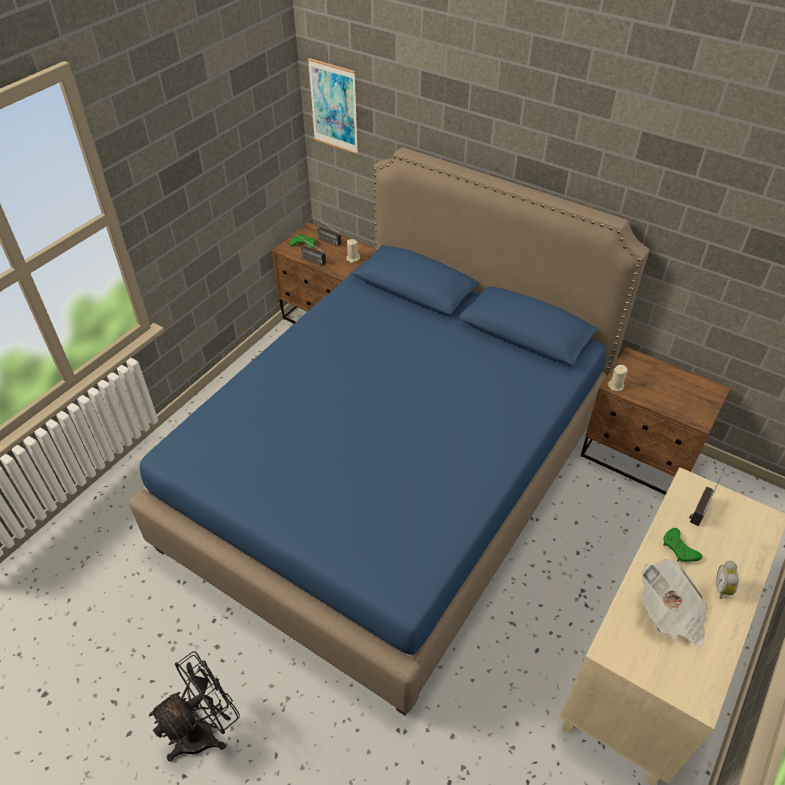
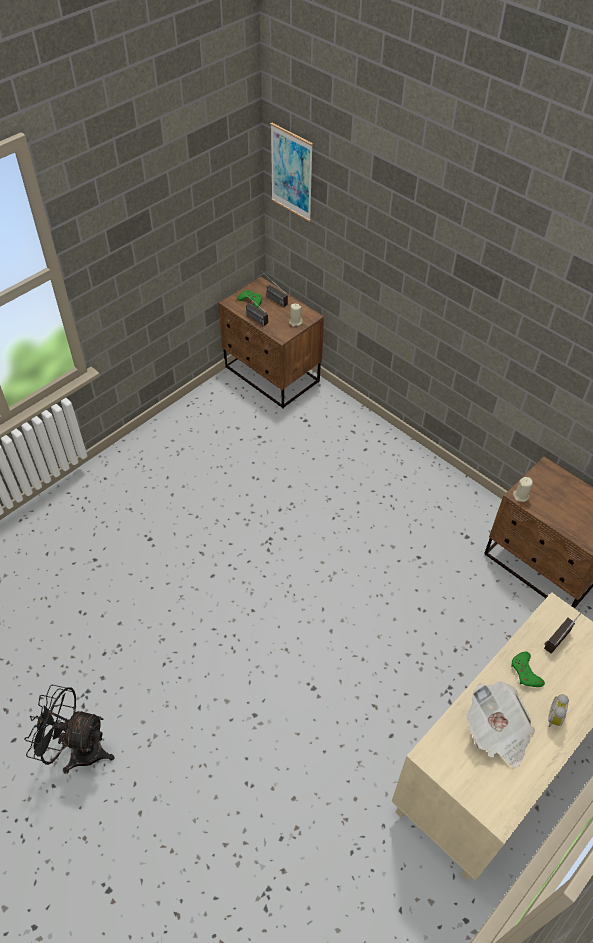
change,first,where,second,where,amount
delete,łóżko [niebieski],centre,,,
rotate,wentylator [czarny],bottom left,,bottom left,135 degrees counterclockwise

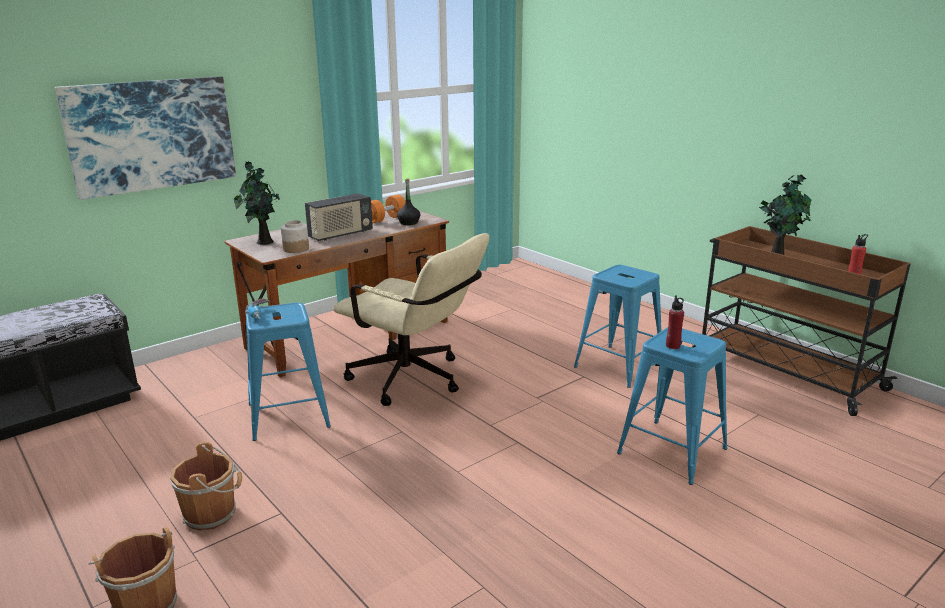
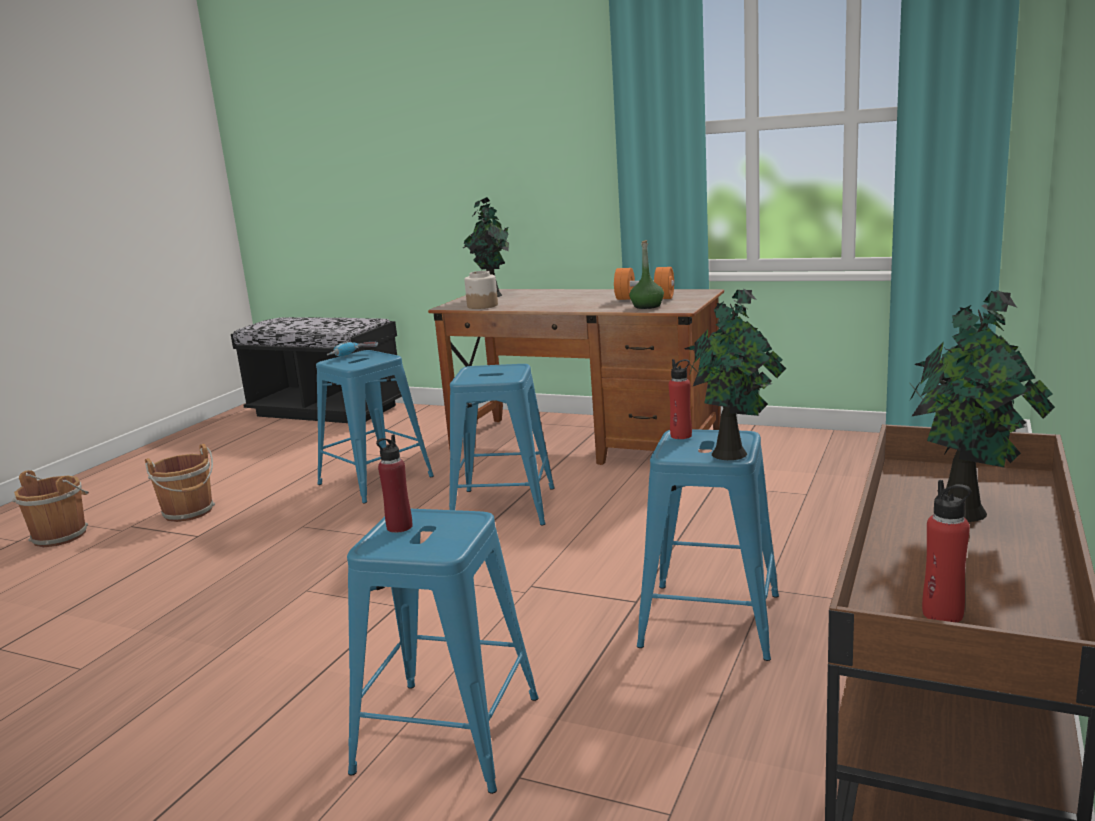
change,first,where,second,where,amount
delete,obraz,top left,,,
recolor,butelka [czarny],top centre,butelka [zielony],centre,
delete,radio,centre,,,
replace,krzesło biurowe [beżowy],centre,stołek [niebieski] (3rd from left),centre,
insert,,,roślina doniczkowa (2nd from left),middle right,
insert,,,butelka [czerwony] (2nd from left),centre,

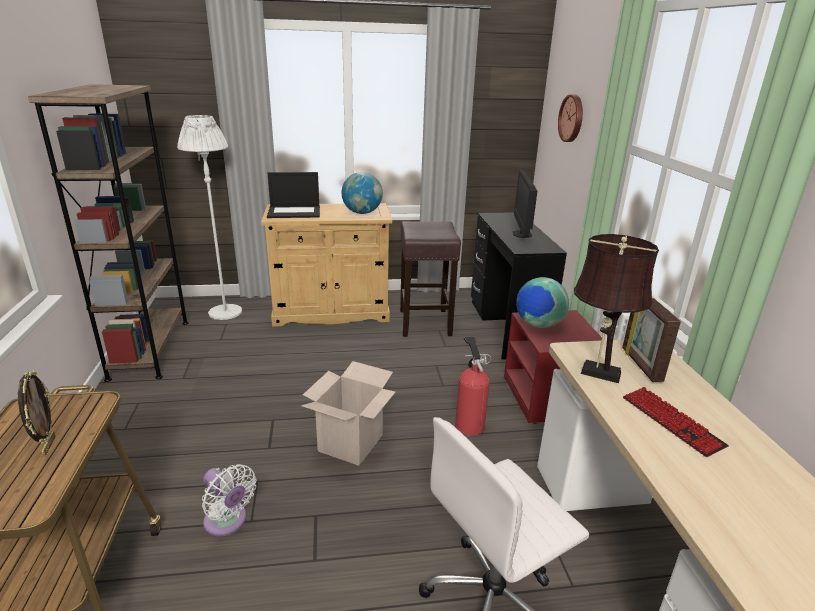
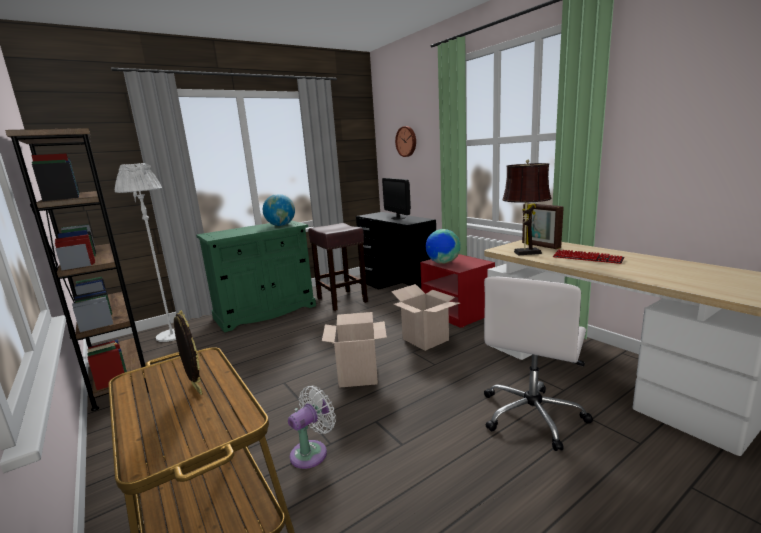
change,first,where,second,where,amount
delete,laptop,top centre,,,
recolor,szafka [beżowy],centre,szafka [zielony],centre,
replace,gaśnica,centre,karton (2nd from left),centre,
rotate,wentylator [biały],bottom left,,bottom centre,60 degrees counterclockwise

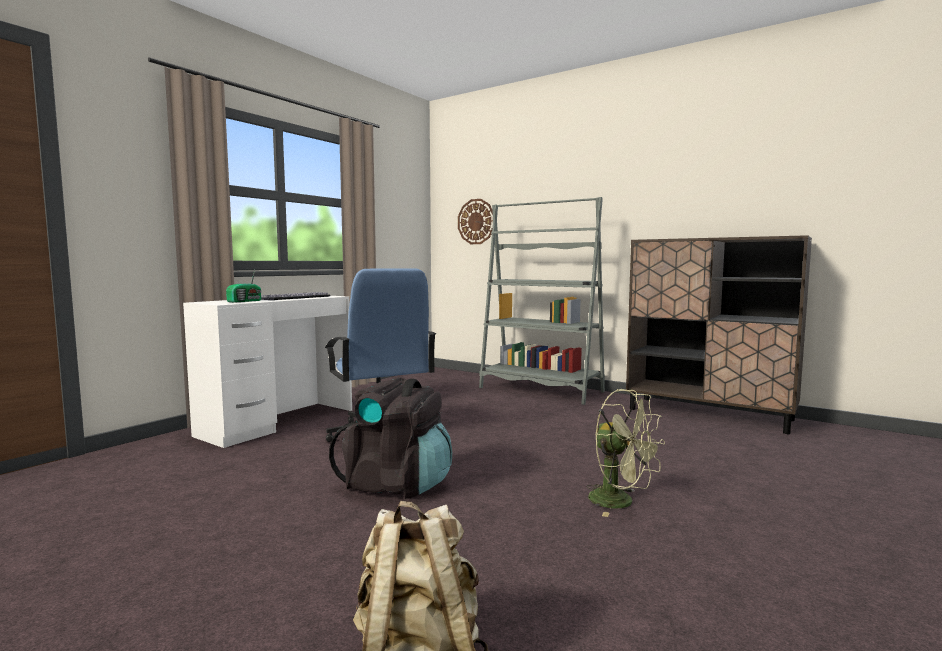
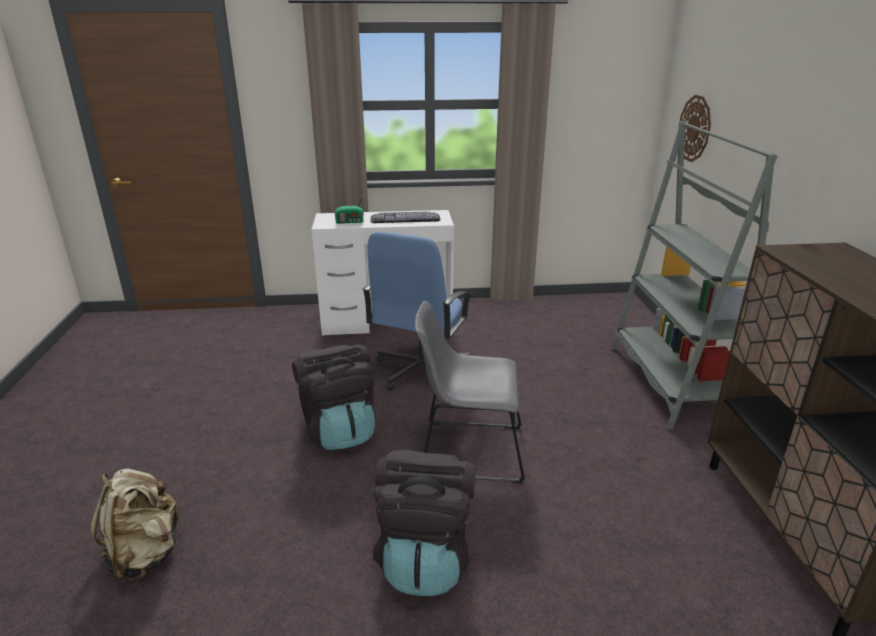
change,first,where,second,where,amount
replace,wentylator [zielony],bottom centre,plecak [czarny] (2nd from left),bottom centre,
insert,,,krzesło [szary],centre,

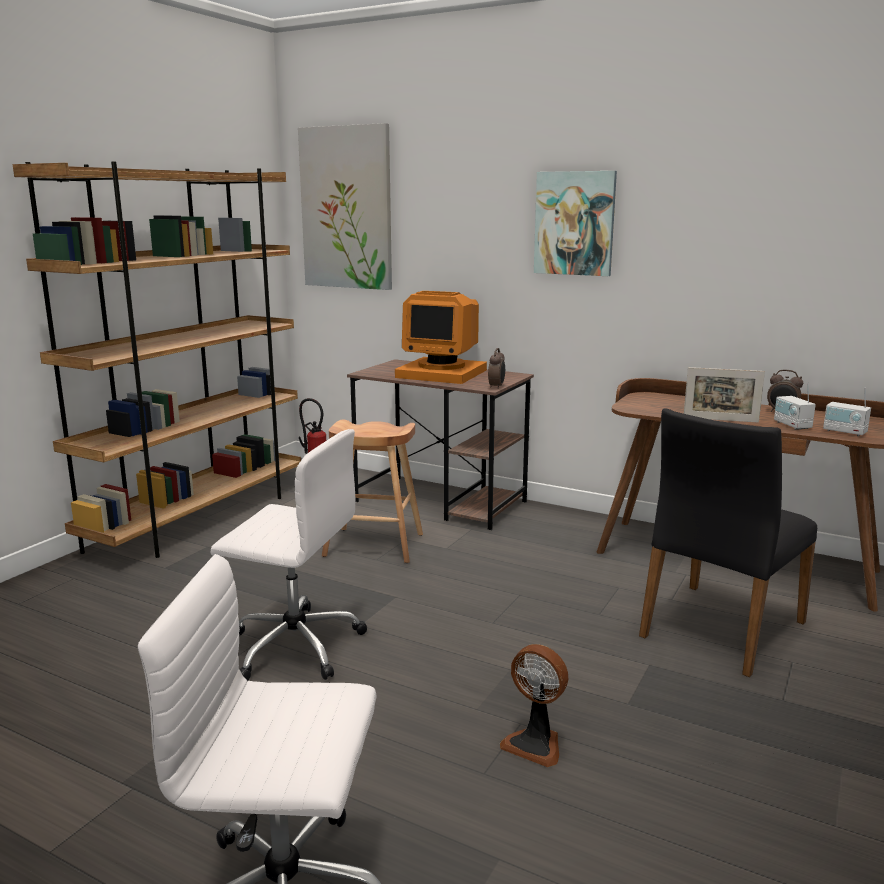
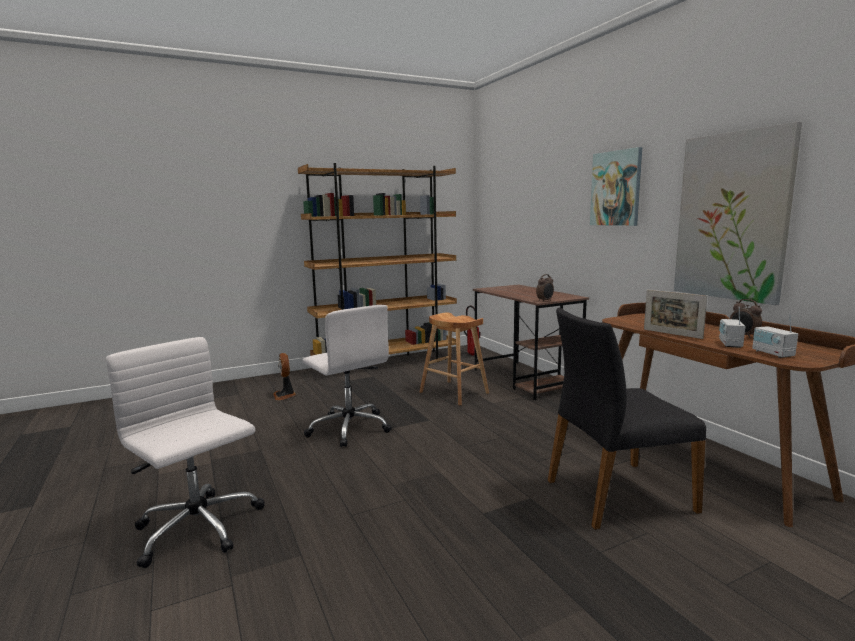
change,first,where,second,where,amount
move,obraz (1st from left in the first image),top centre,obraz (2nd from left),top right,
delete,monitor,centre,,,
move,wentylator,bottom centre,,middle left,

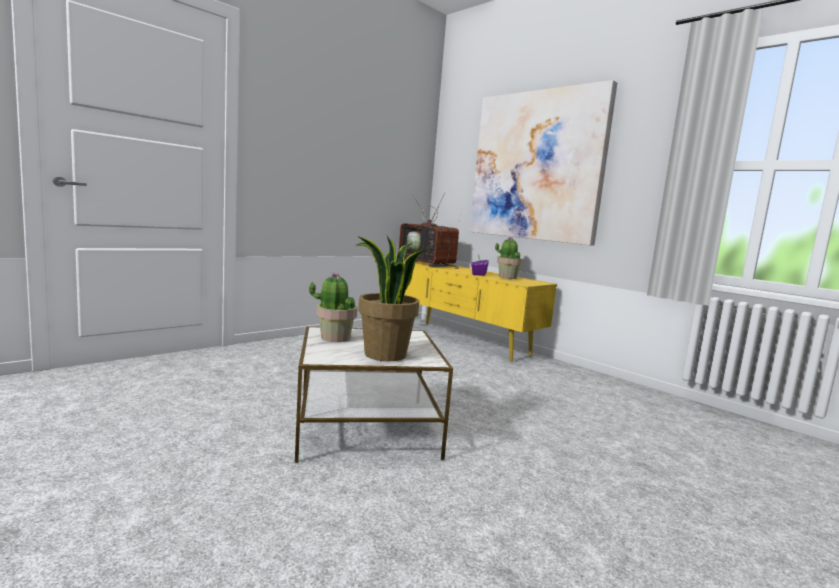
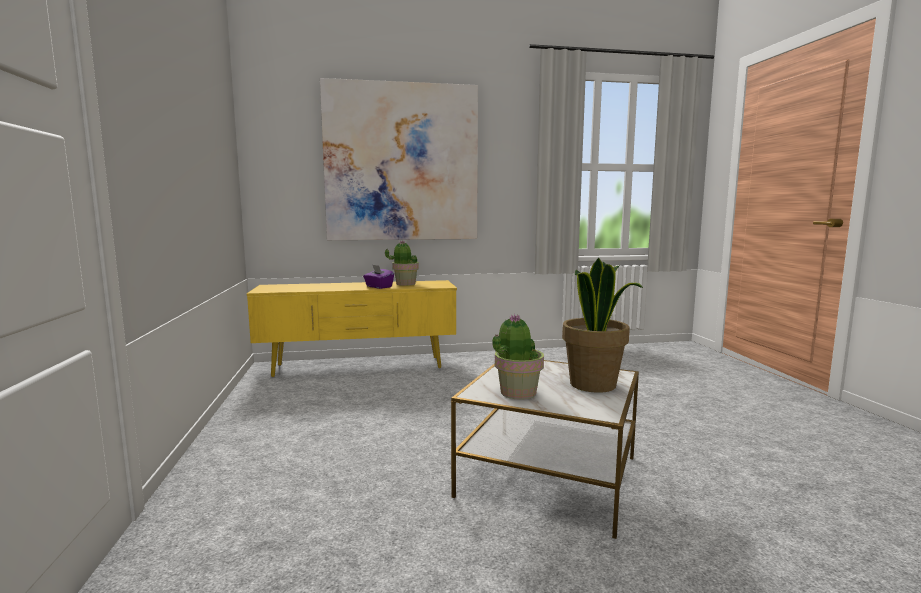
change,first,where,second,where,amount
delete,telewizor,centre,,,

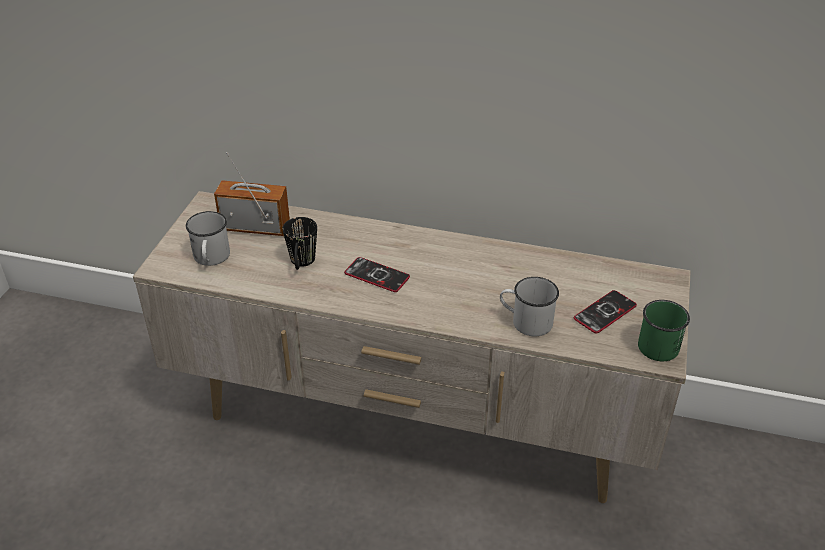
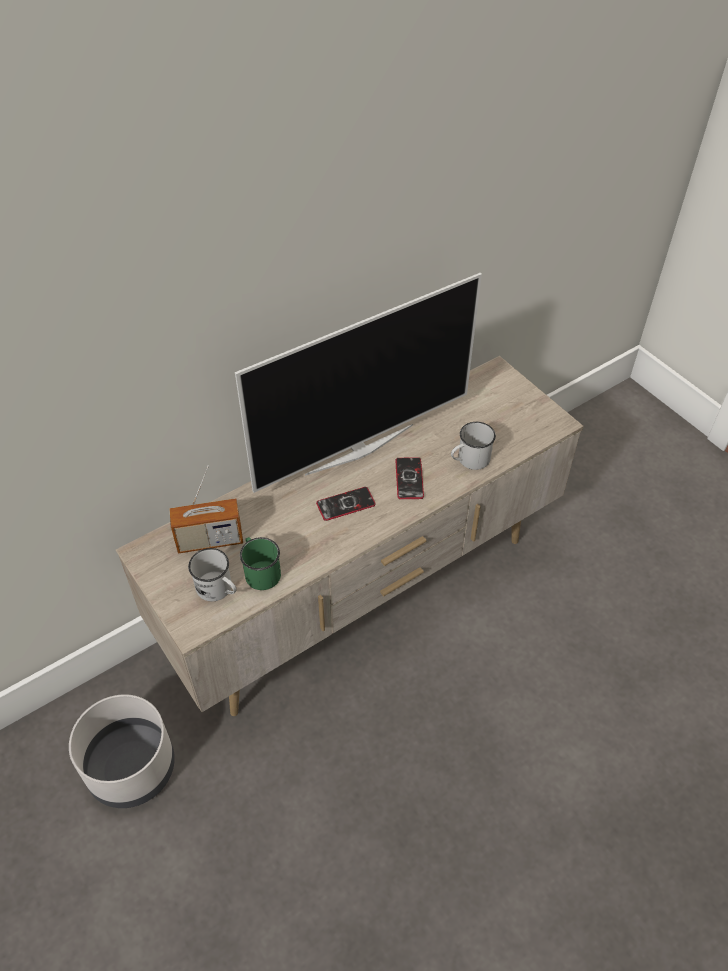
change,first,where,second,where,amount
rotate,radio,middle left,,middle left,150 degrees counterclockwise
delete,kubek [czarny],centre,,,
move,telefon (2nd from left),middle right,,centre,
move,kubek [zielony],middle right,,centre,
insert,,,telewizor,centre,
insert,,,donica [szary],bottom left,

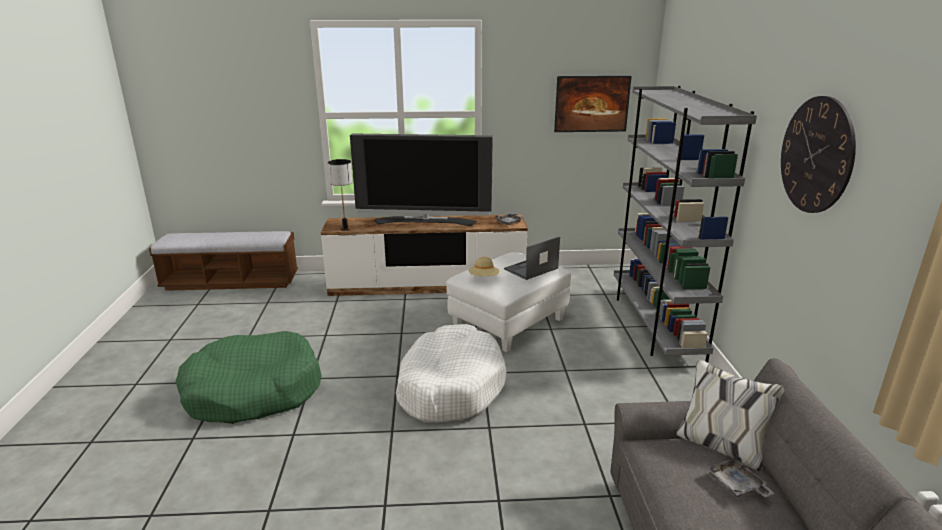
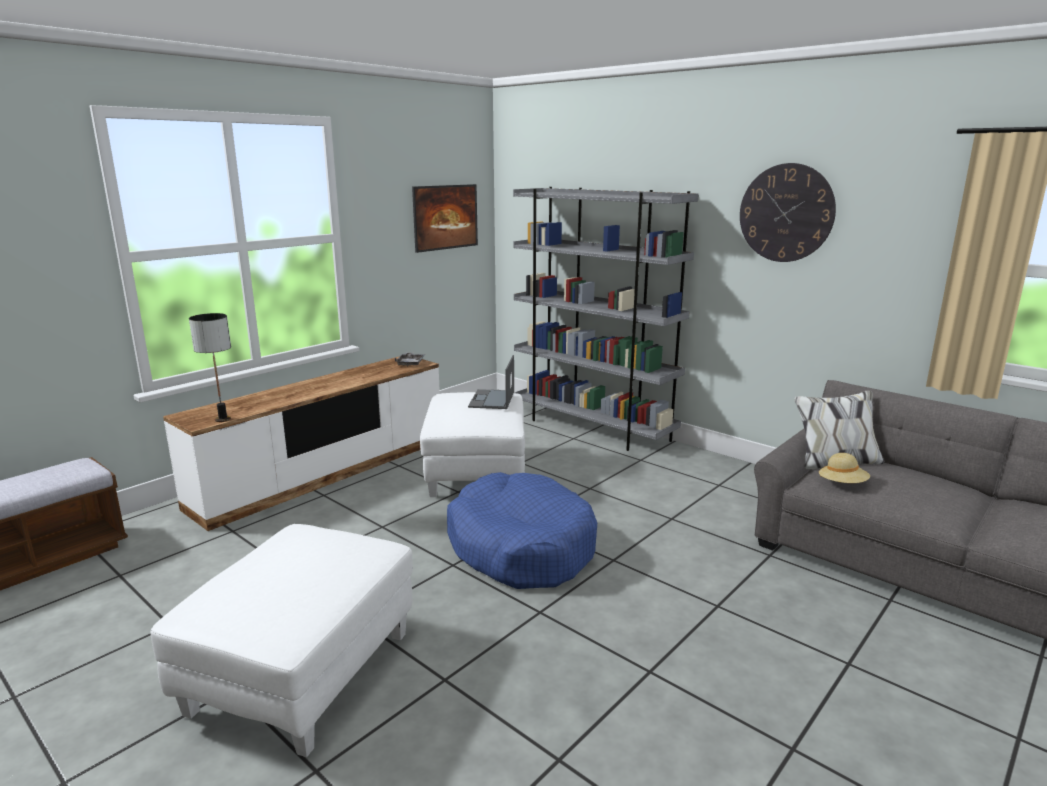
change,first,where,second,where,amount
delete,telewizor,centre,,,
move,kapelusz [beżowy],centre,,middle right,
recolor,legowisko [biały],bottom centre,legowisko [niebieski],bottom centre,
replace,legowisko [zielony],bottom left,pufa [biały] (1st from left),bottom left,
delete,taca [szary] (2nd from left),bottom right,,,

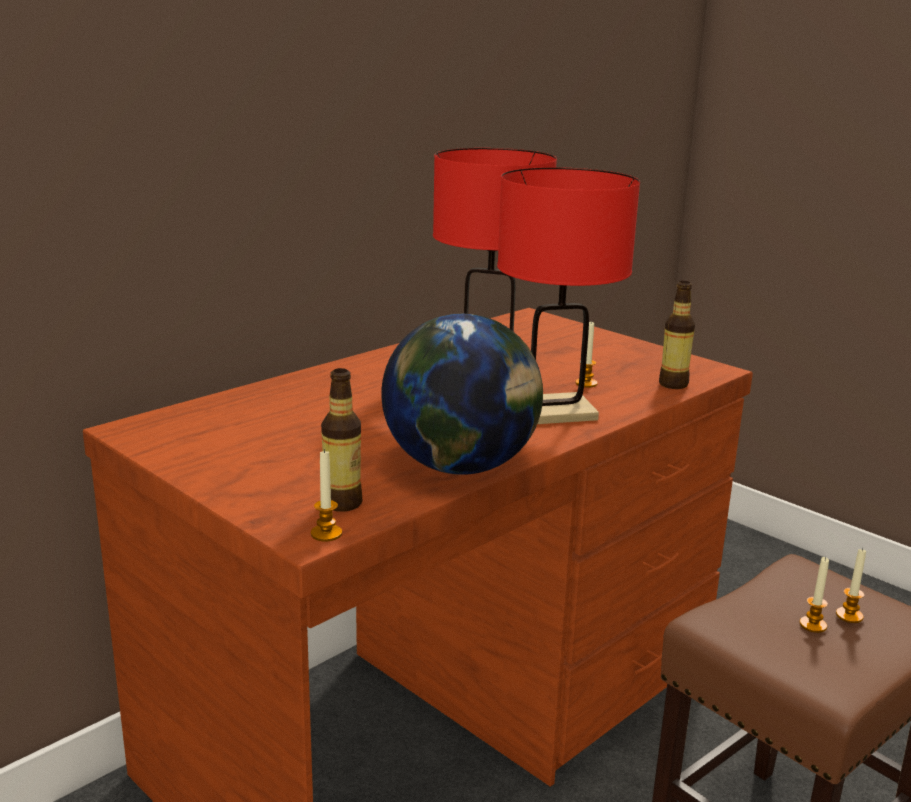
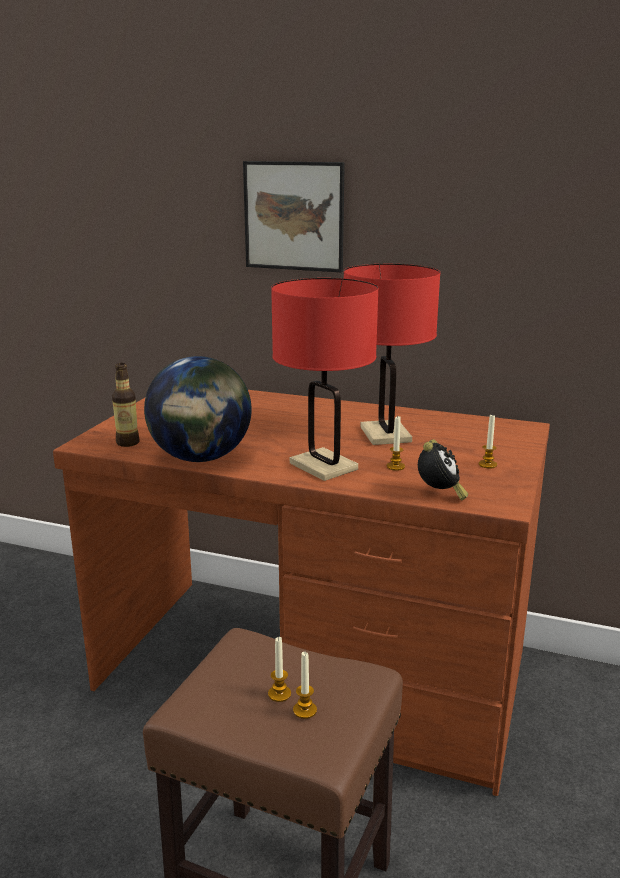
change,first,where,second,where,amount
replace,butelka (2nd from left),middle right,budzik,middle right,
move,świeca (1st from left in the first image),centre,świeca (4th from left),middle right,
insert,,,obraz,top centre,

